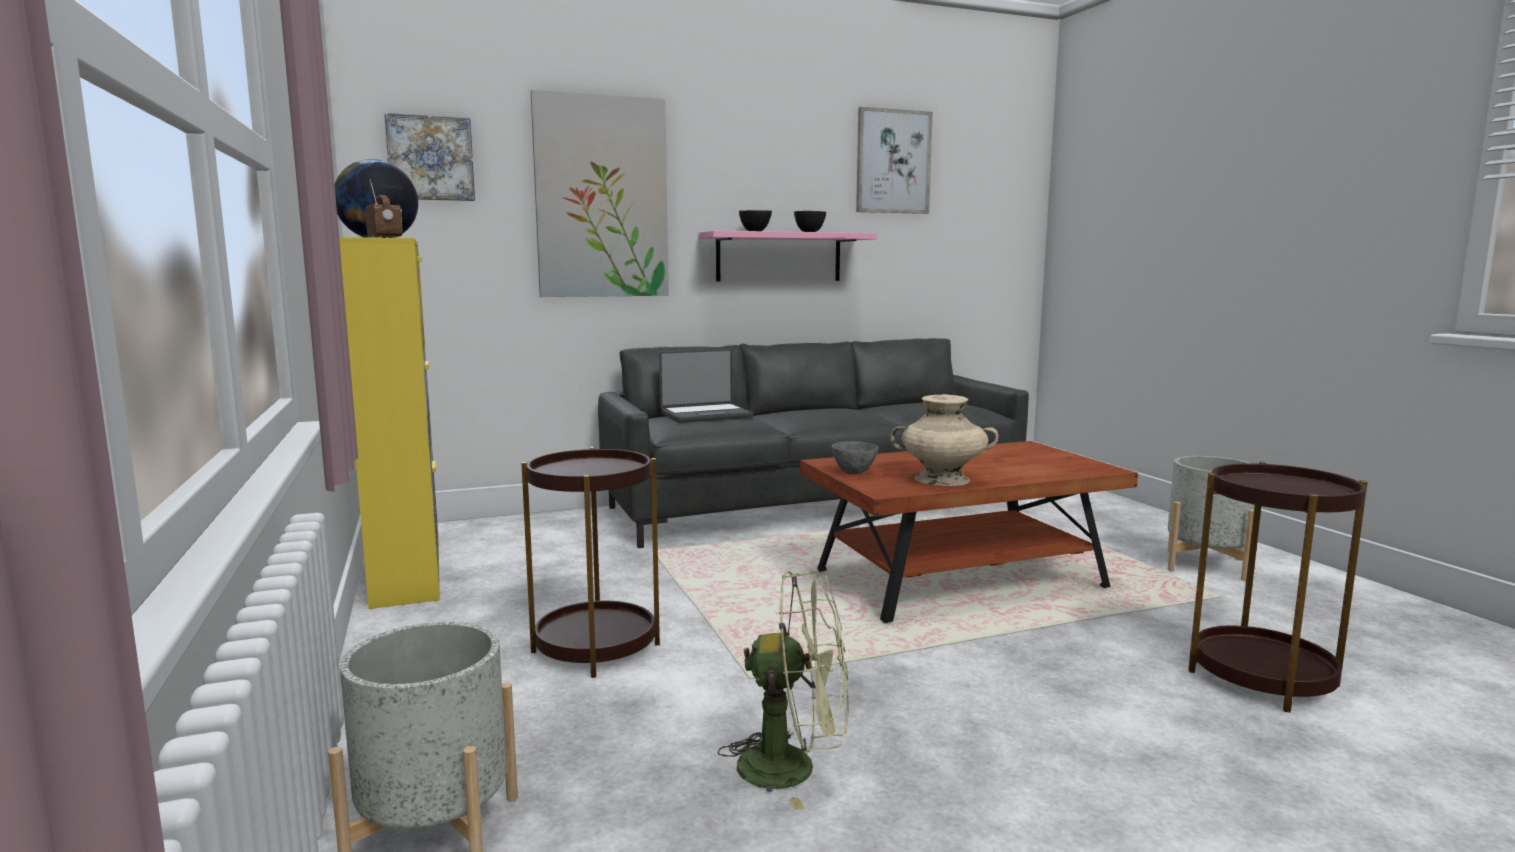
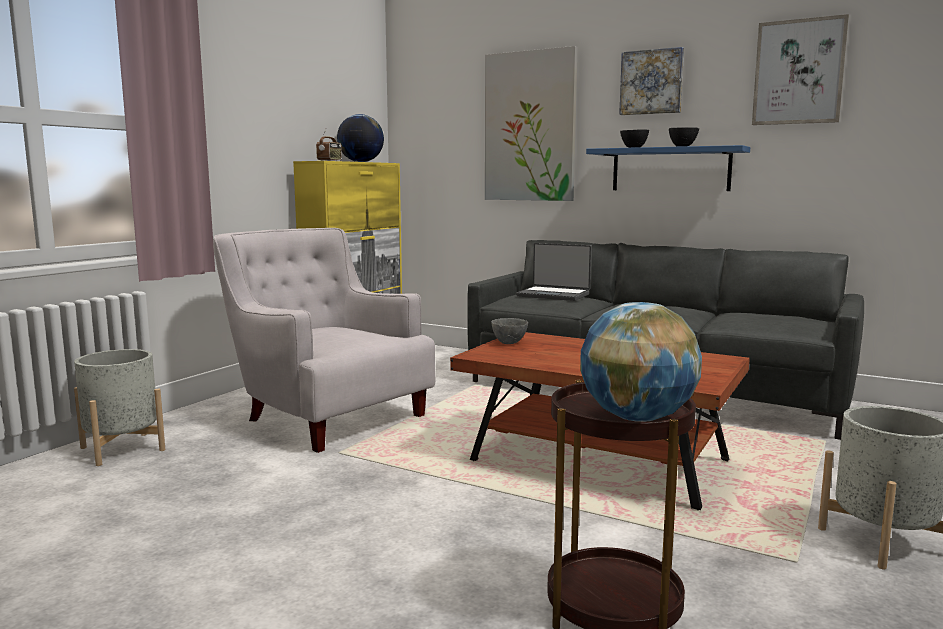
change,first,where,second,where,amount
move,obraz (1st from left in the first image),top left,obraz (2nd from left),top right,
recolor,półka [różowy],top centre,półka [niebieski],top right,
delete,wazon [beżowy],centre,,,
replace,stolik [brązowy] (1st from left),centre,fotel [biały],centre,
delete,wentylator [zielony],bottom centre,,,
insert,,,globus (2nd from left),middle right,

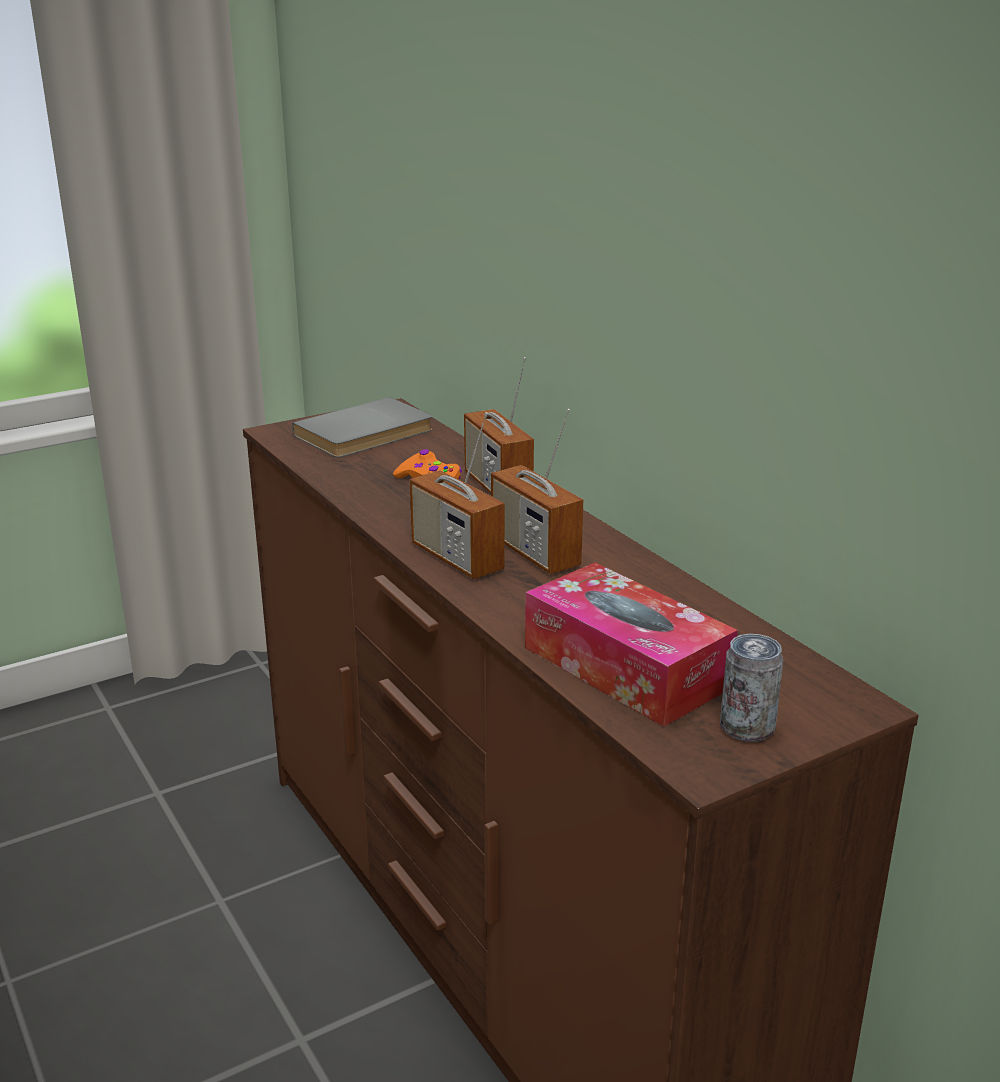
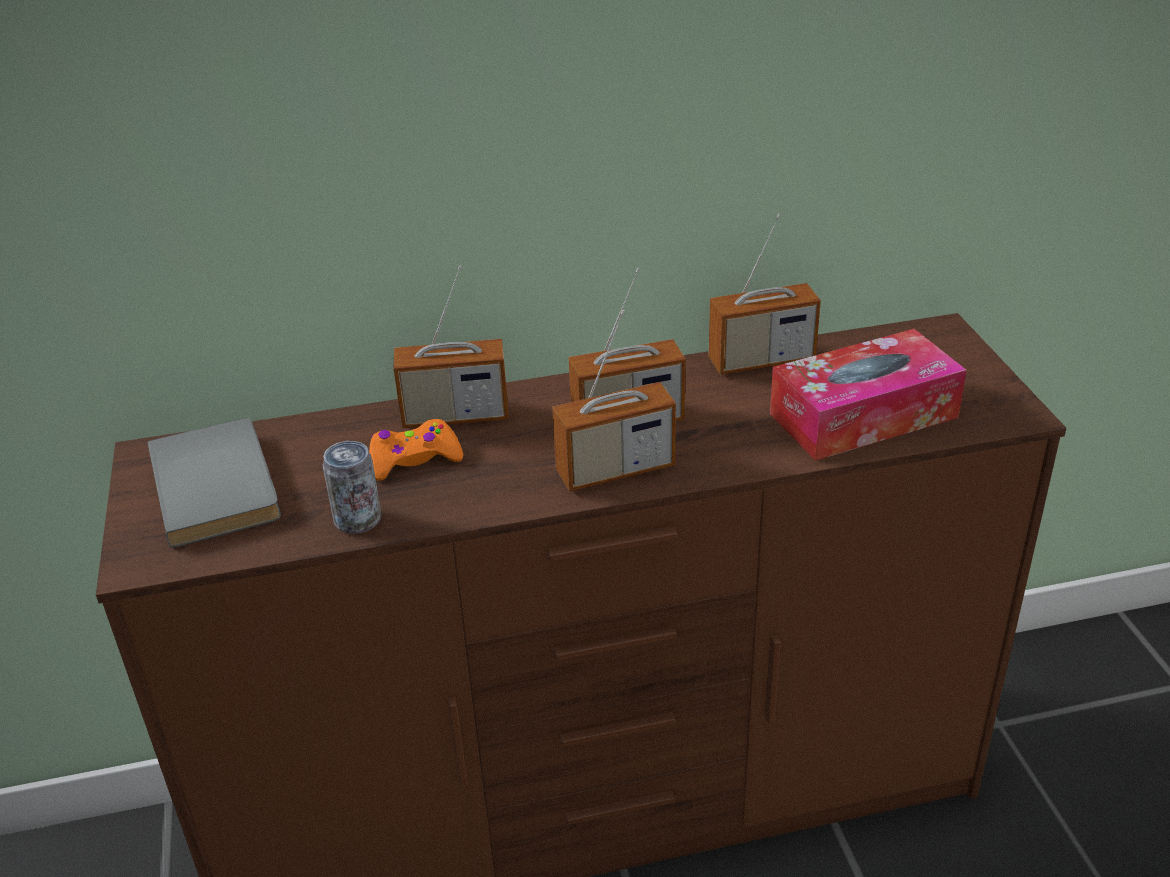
change,first,where,second,where,amount
move,puszka,middle right,,middle left,
insert,,,radio (4th from left),centre,

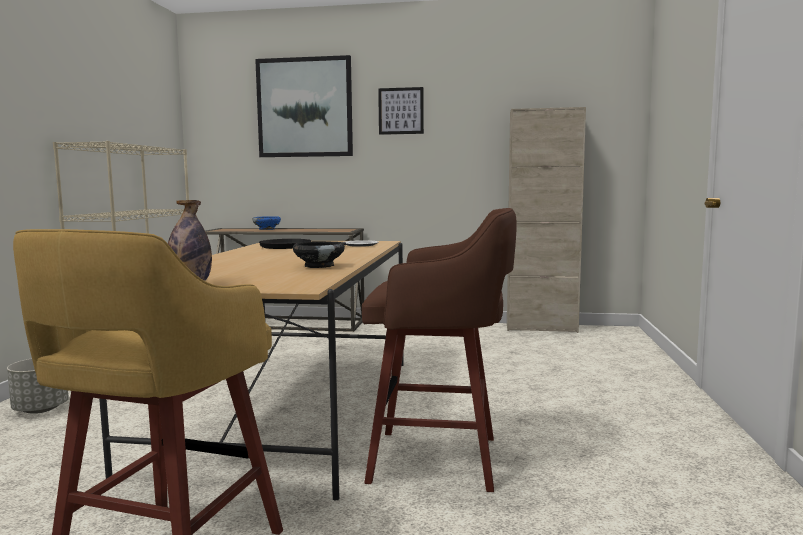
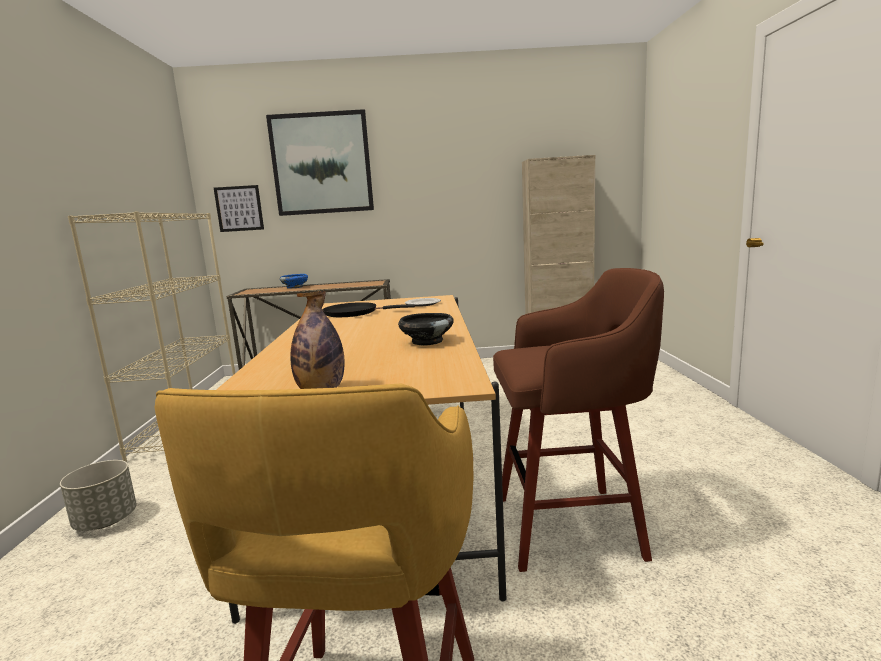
change,first,where,second,where,amount
move,obraz (2nd from left in the first image),top centre,obraz (1st from left),top left,

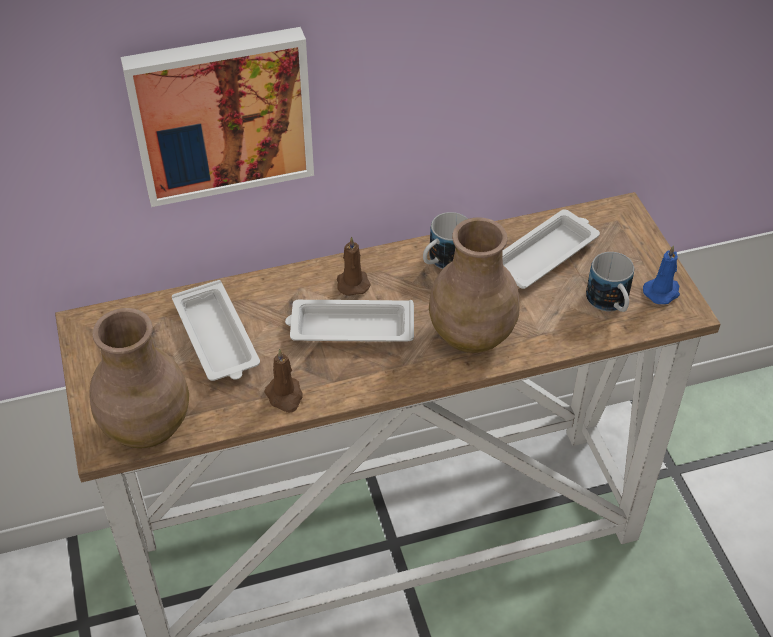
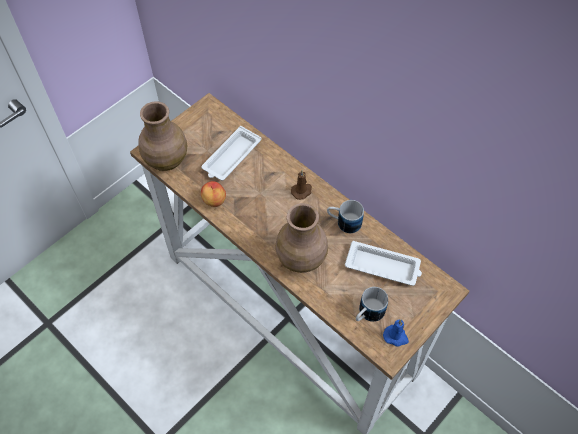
change,first,where,second,where,amount
delete,obraz,top left,,,
delete,taca [biały] (2nd from left),centre,,,
replace,świeca [brązowy] (1st from left),centre,jabłko,centre,

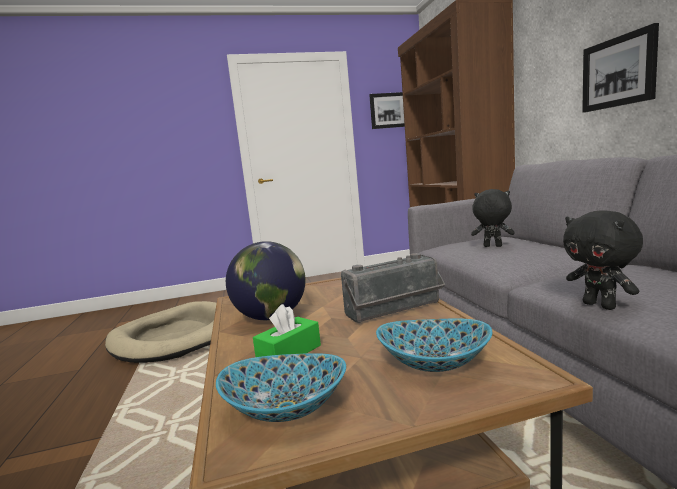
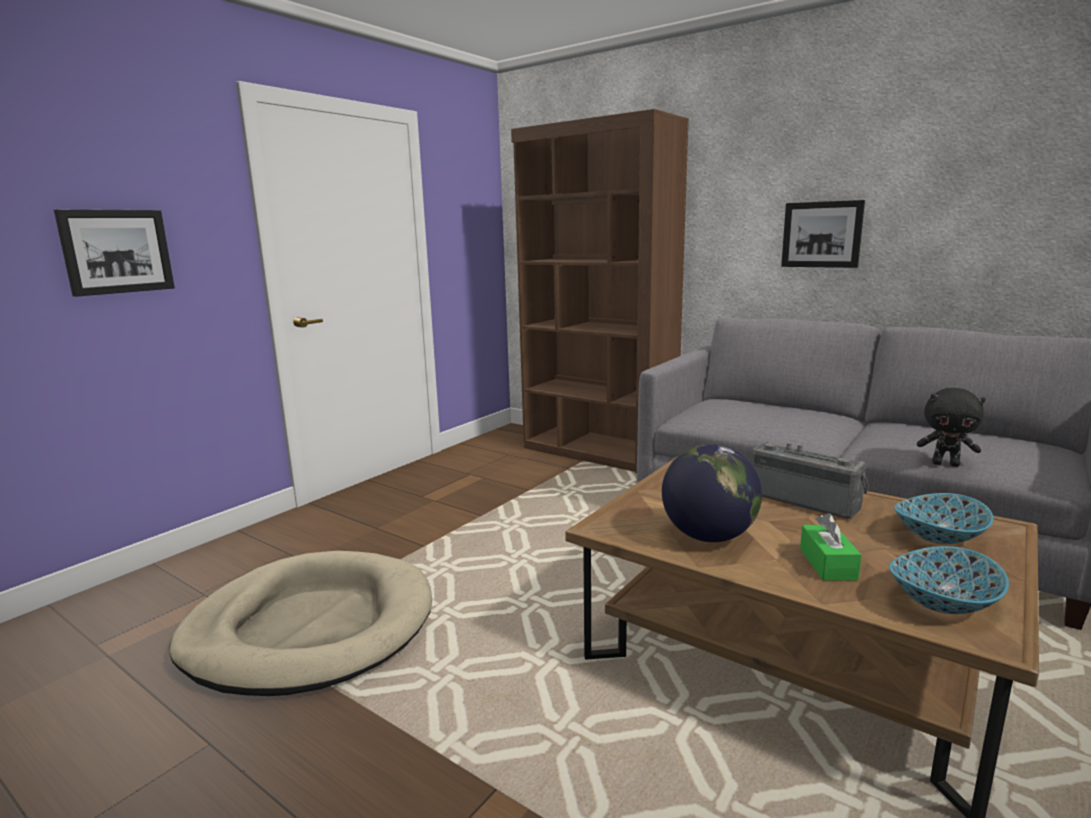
change,first,where,second,where,amount
move,obraz (1st from left),top centre,,top left,
delete,pluszak [czarny] (1st from left),middle right,,,
rotate,radio,centre,,middle right,75 degrees counterclockwise

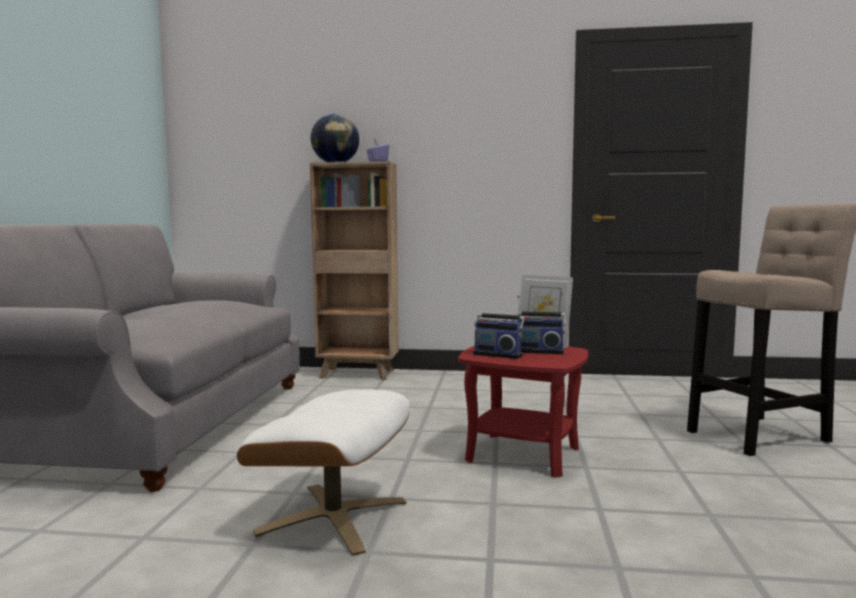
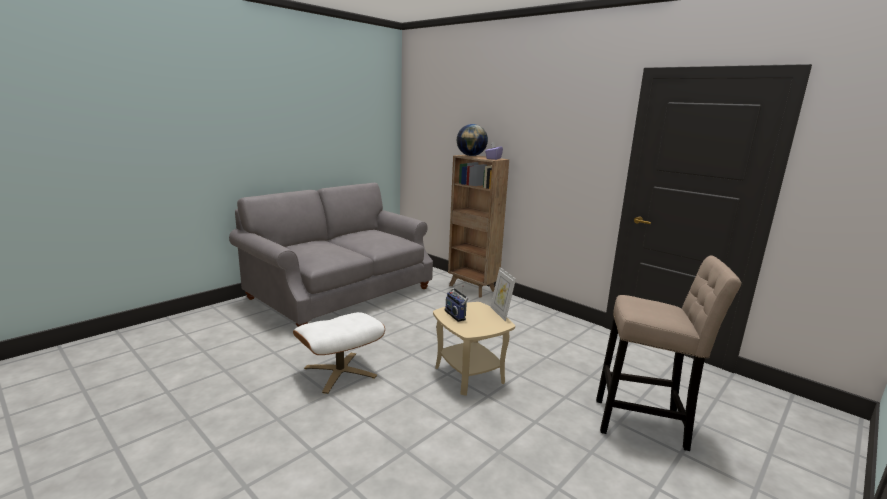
change,first,where,second,where,amount
delete,radio (2nd from left),centre,,,
recolor,stolik [czerwony],bottom centre,stolik [beżowy],bottom centre,

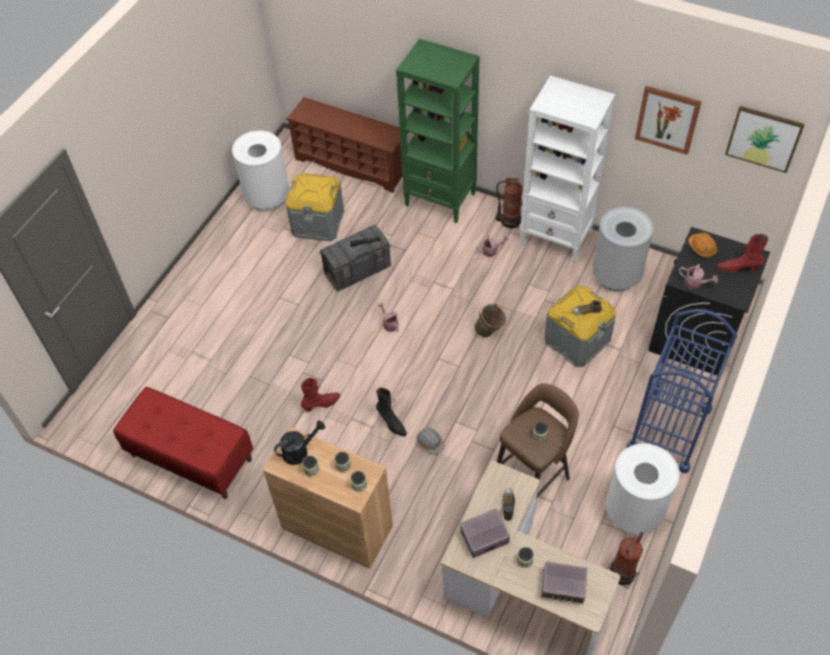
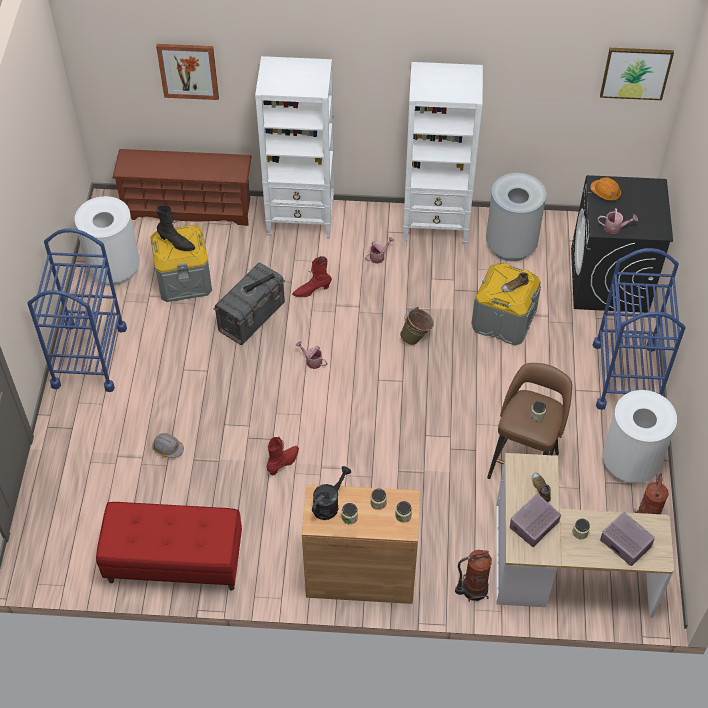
change,first,where,second,where,amount
recolor,regał [zielony],top centre,regał [biały] (1st from left),top centre,
move,obraz (1st from left),top right,,top left,
move,gaśnica (1st from left),top centre,,bottom right,
move,but z cholewką [czerwony] (2nd from left),middle right,,centre,
move,but z cholewką [czarny],centre,,top left,
move,kask [szary],bottom centre,,middle left,
rotate,radio (2nd from left),bottom right,,bottom right,120 degrees counterclockwise
insert,,,wózek [niebieski] (1st from left),middle left,

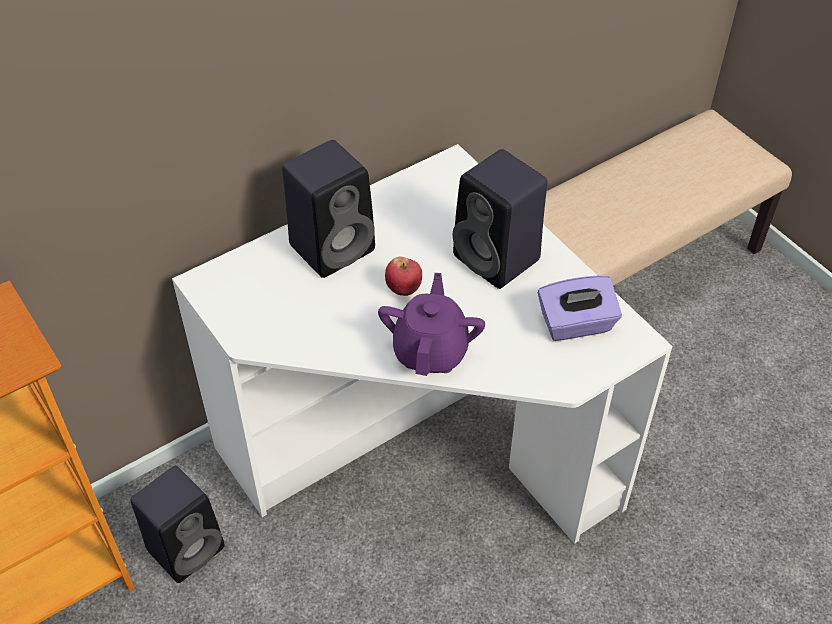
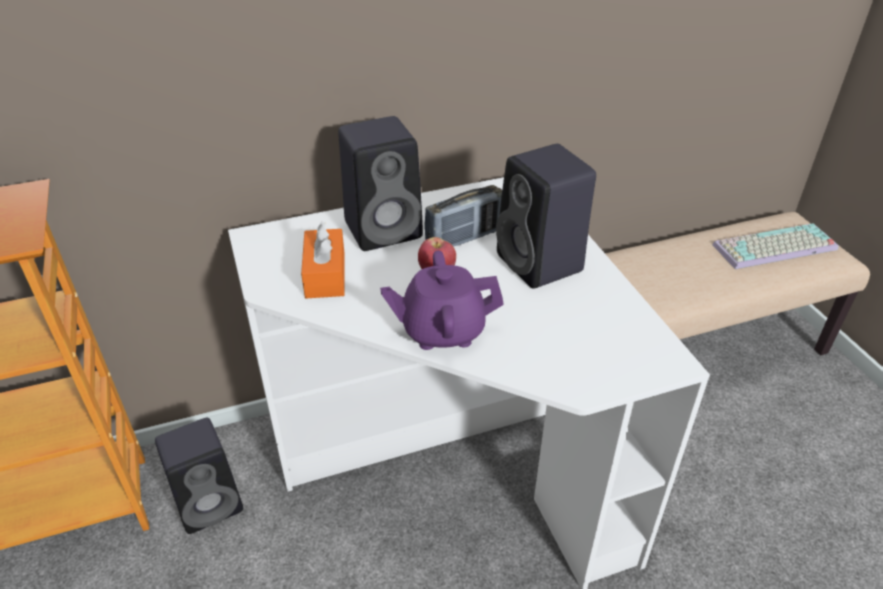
change,first,where,second,where,amount
rotate,imbryk [fioletowy],centre,,centre,120 degrees counterclockwise
delete,pudełko chusteczek [fioletowy],middle right,,,
insert,,,radio,centre,
insert,,,pudełko chusteczek [pomarańczowy],centre,
insert,,,klawiatura,middle right,

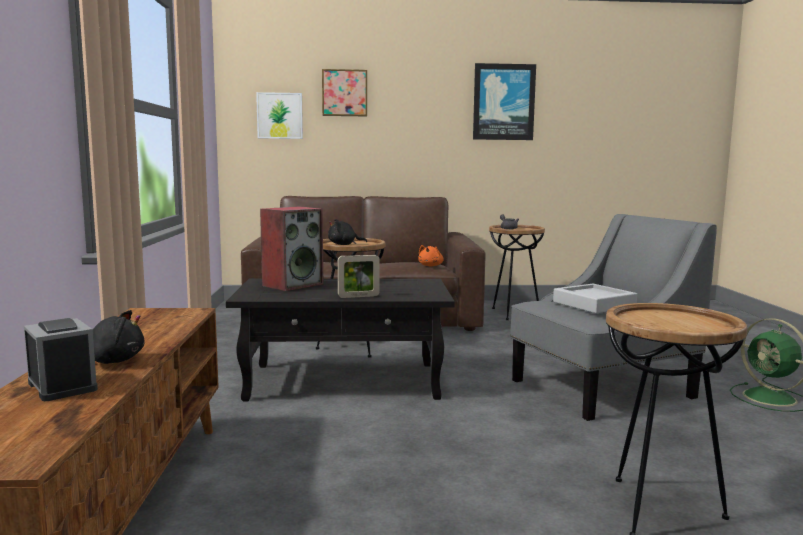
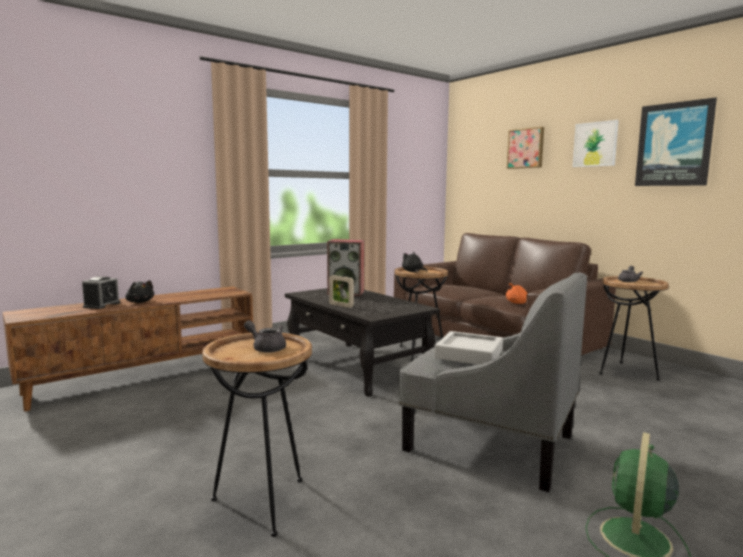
change,first,where,second,where,amount
move,obraz (1st from left in the first image),top centre,obraz (2nd from left),top right,
insert,,,imbryk [szary] (1st from left),centre,

